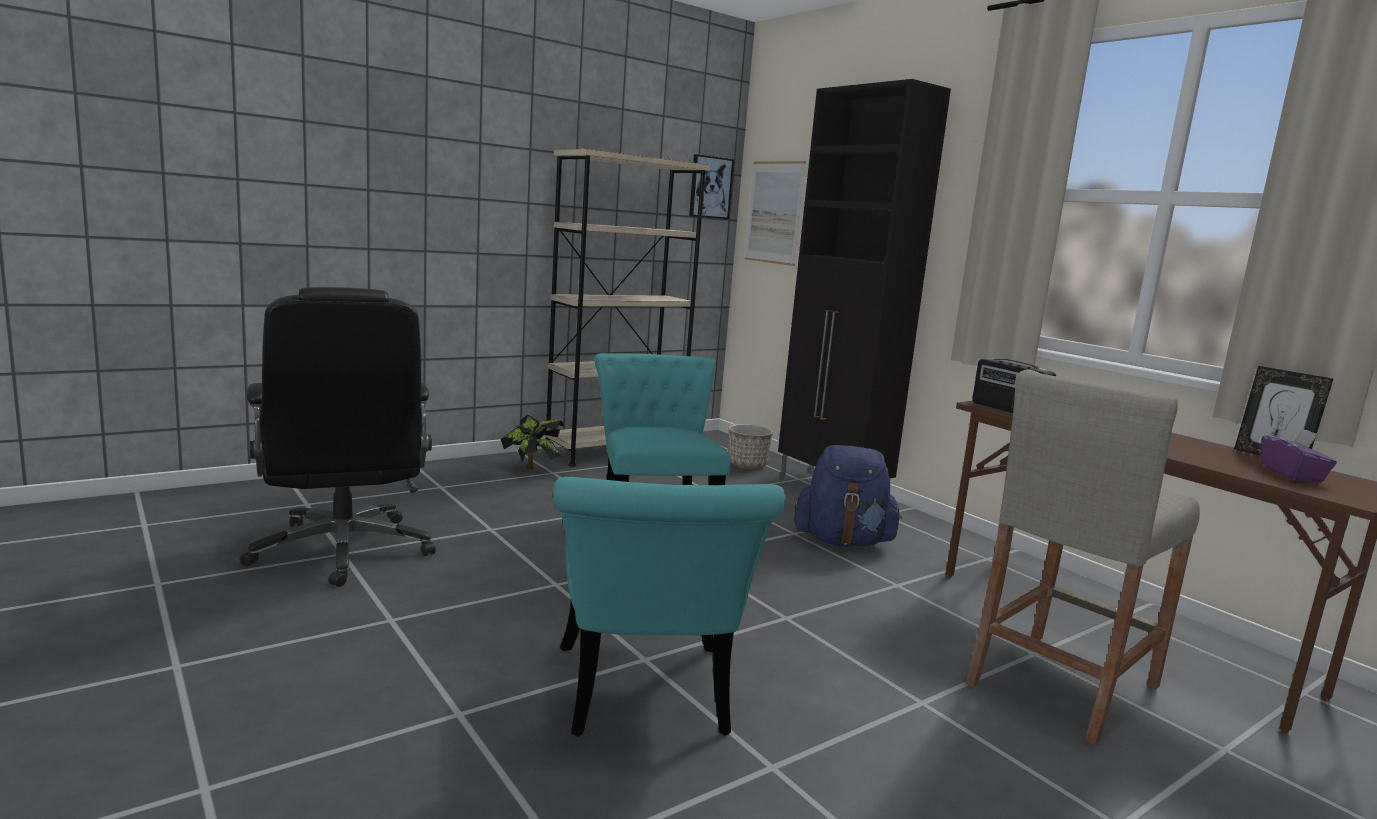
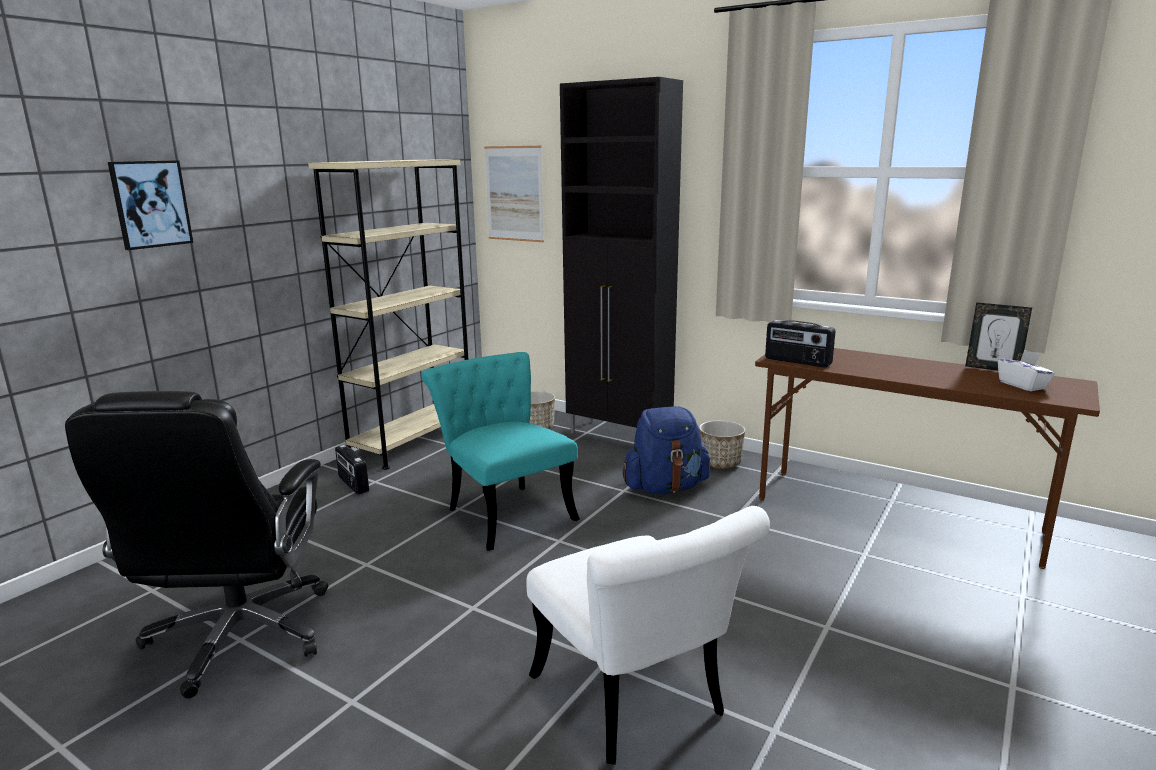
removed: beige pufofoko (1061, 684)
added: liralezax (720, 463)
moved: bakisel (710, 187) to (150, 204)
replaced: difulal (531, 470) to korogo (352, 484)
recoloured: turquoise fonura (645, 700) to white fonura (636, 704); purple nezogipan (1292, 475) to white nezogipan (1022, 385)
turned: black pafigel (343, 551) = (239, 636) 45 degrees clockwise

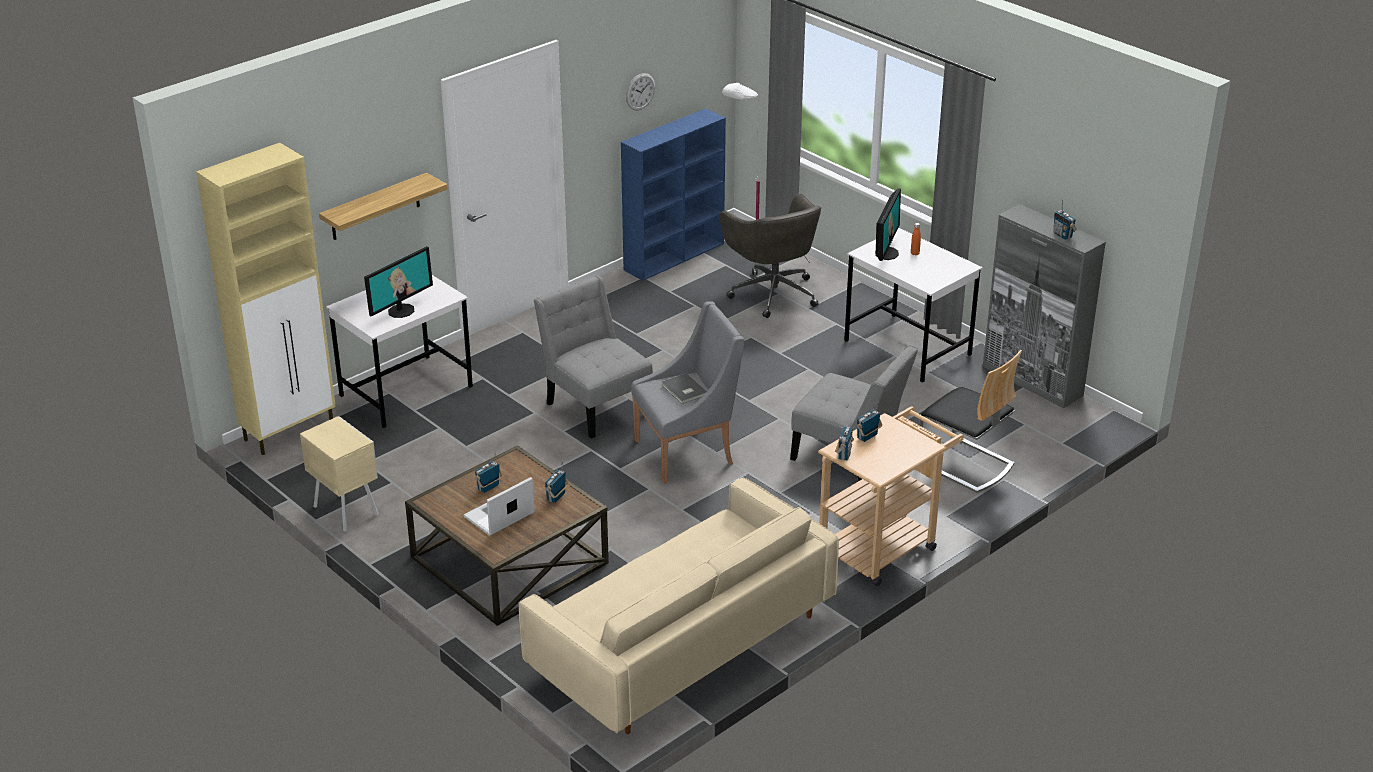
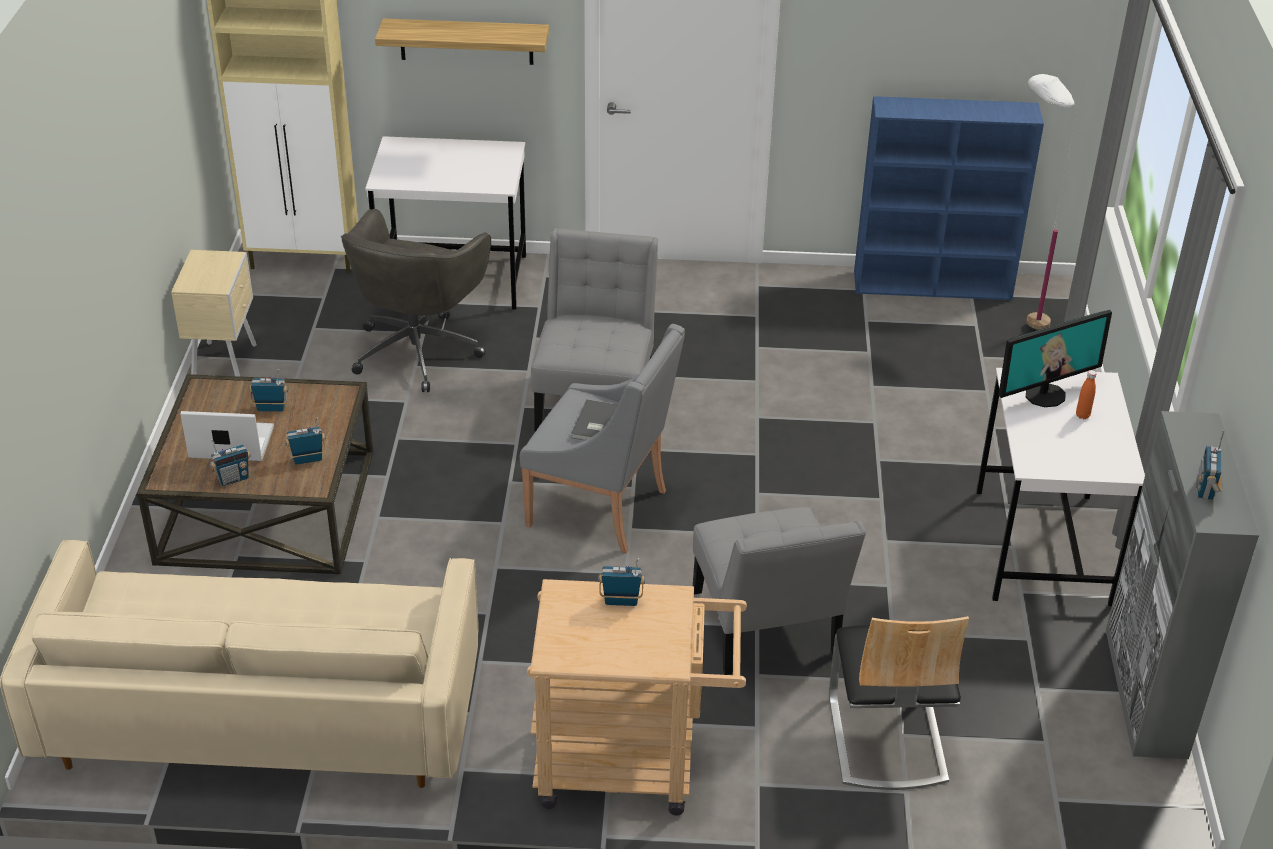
removed: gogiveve (401, 310); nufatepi (640, 91)
moved: korogo (844, 454) to (233, 478); grey pafigel (772, 292) to (418, 350)

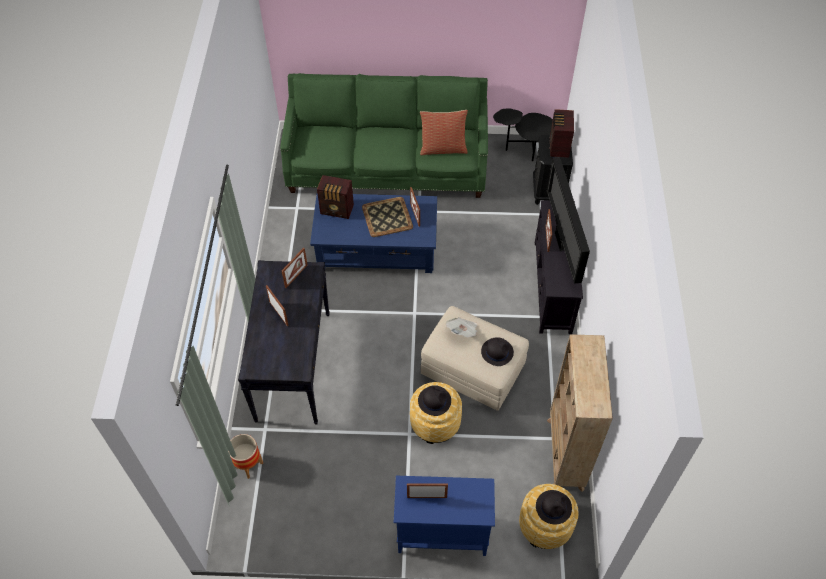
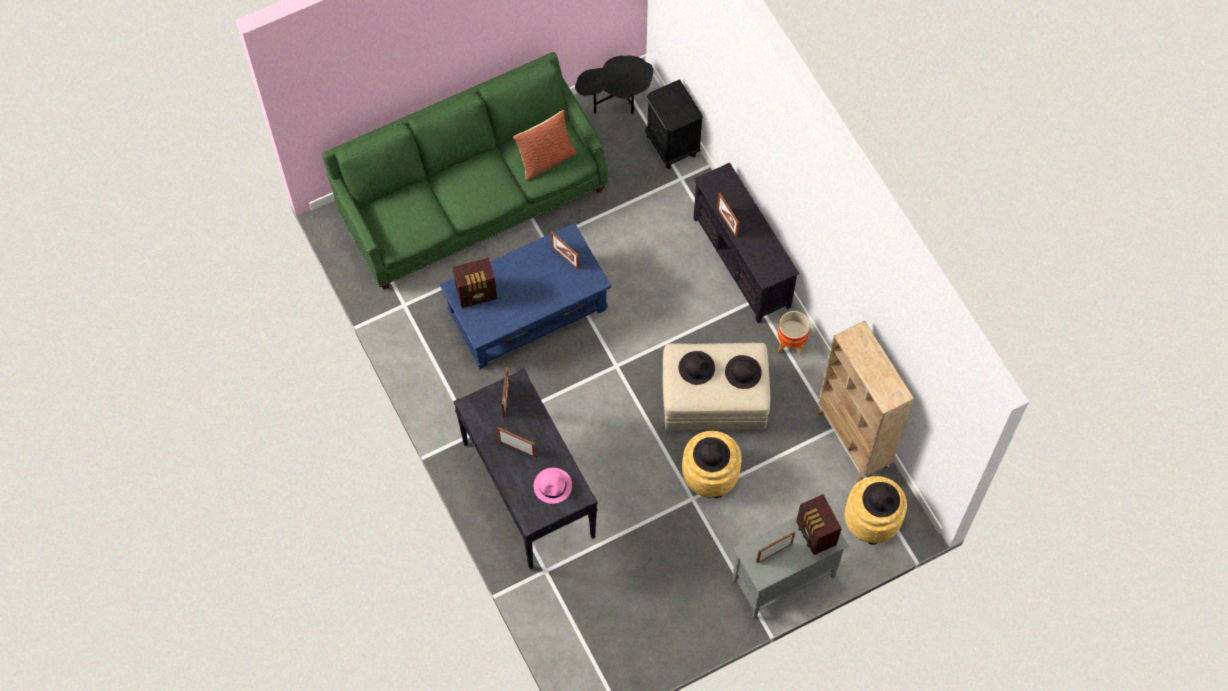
removed: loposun (387, 216); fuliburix (561, 242)
added: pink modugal (553, 485)
moved: liralezax (248, 465) to (790, 343); korogo (558, 147) to (815, 534)
replaced: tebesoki (463, 331) to black modugal (696, 367)
recoloured: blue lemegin (441, 534) to grey lemegin (782, 579)

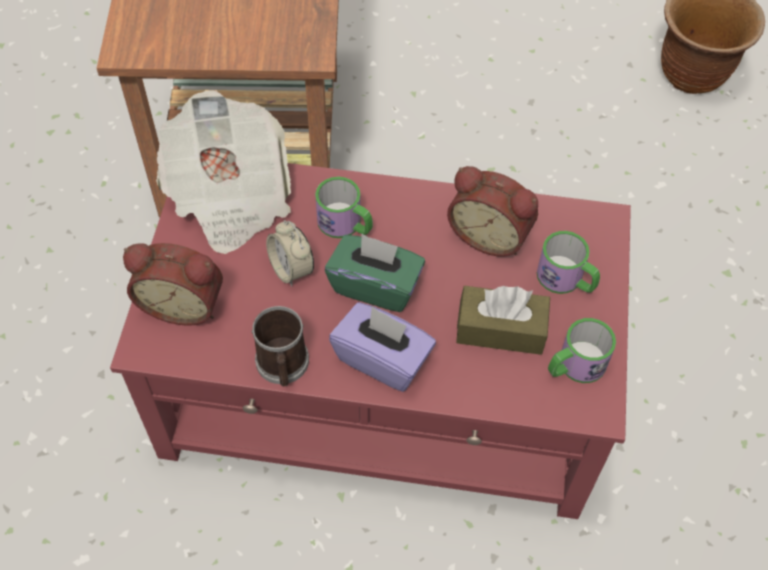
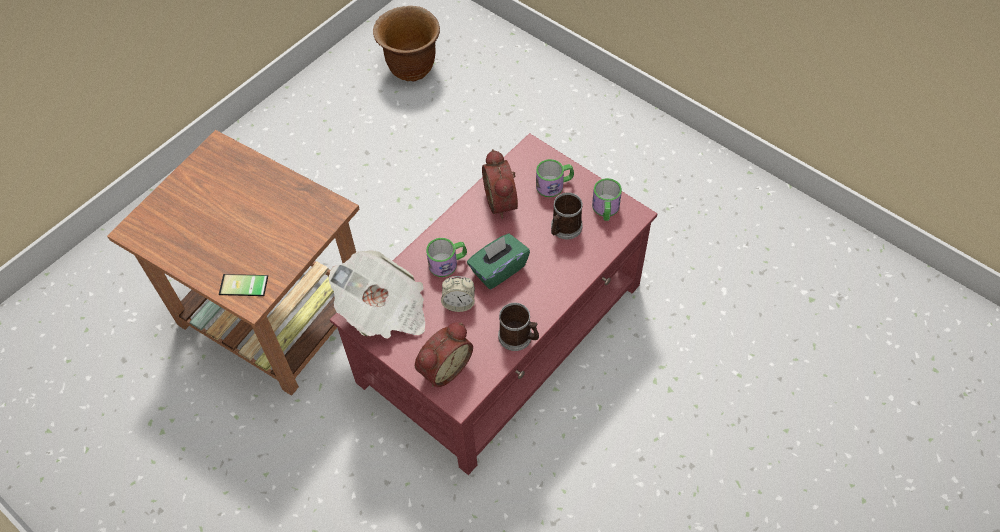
removed: purple nezogipan (383, 359)
added: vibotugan (243, 287)
replaced: brown nezogipan (500, 329) to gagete (564, 229)
turned: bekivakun (490, 234) = (503, 201) 105 degrees clockwise

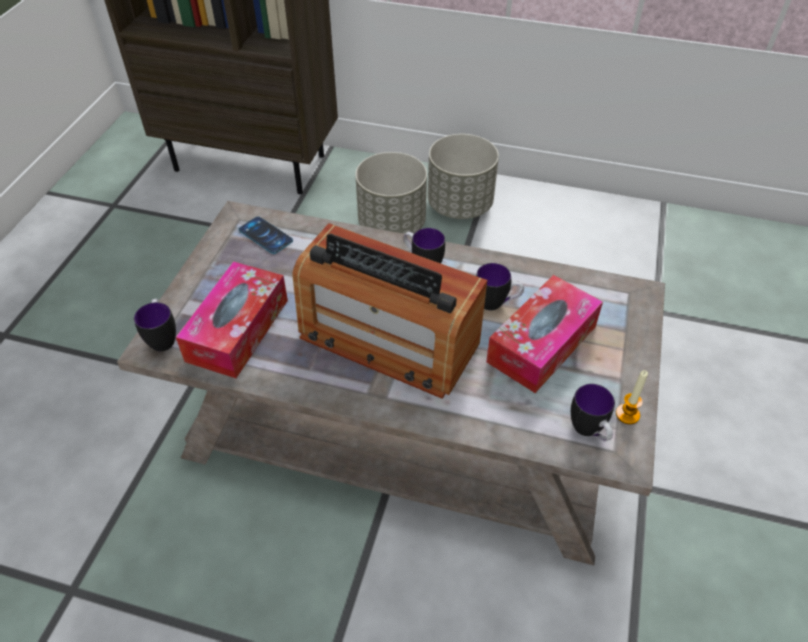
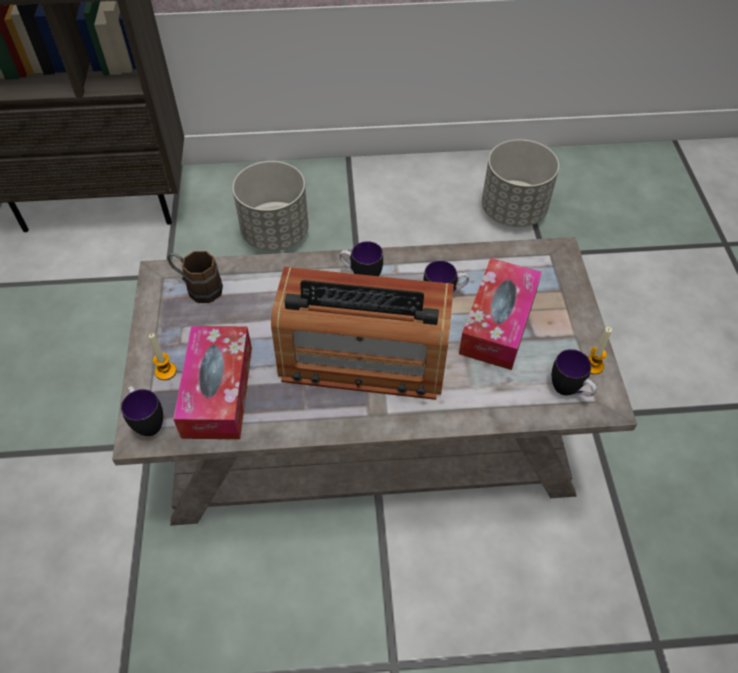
added: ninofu (165, 371)
moved: grey liralezax (460, 205) to (513, 210)
replaced: vibotugan (265, 235) to brown gagete (198, 287)

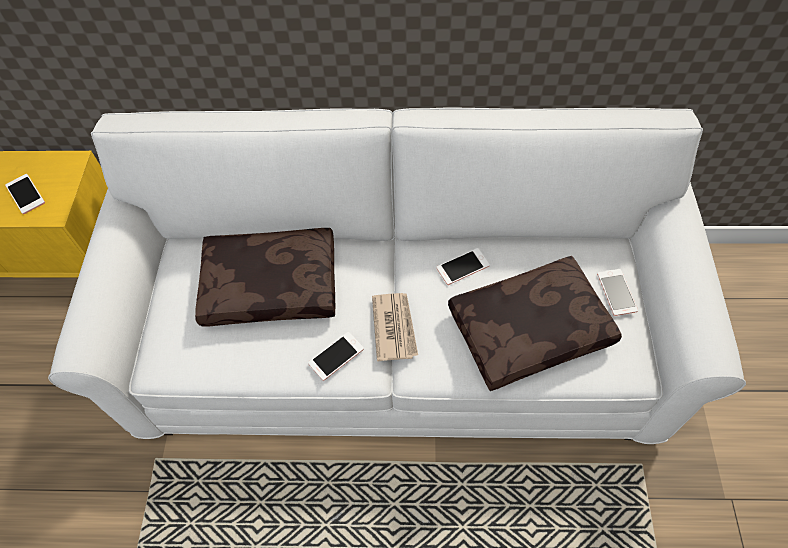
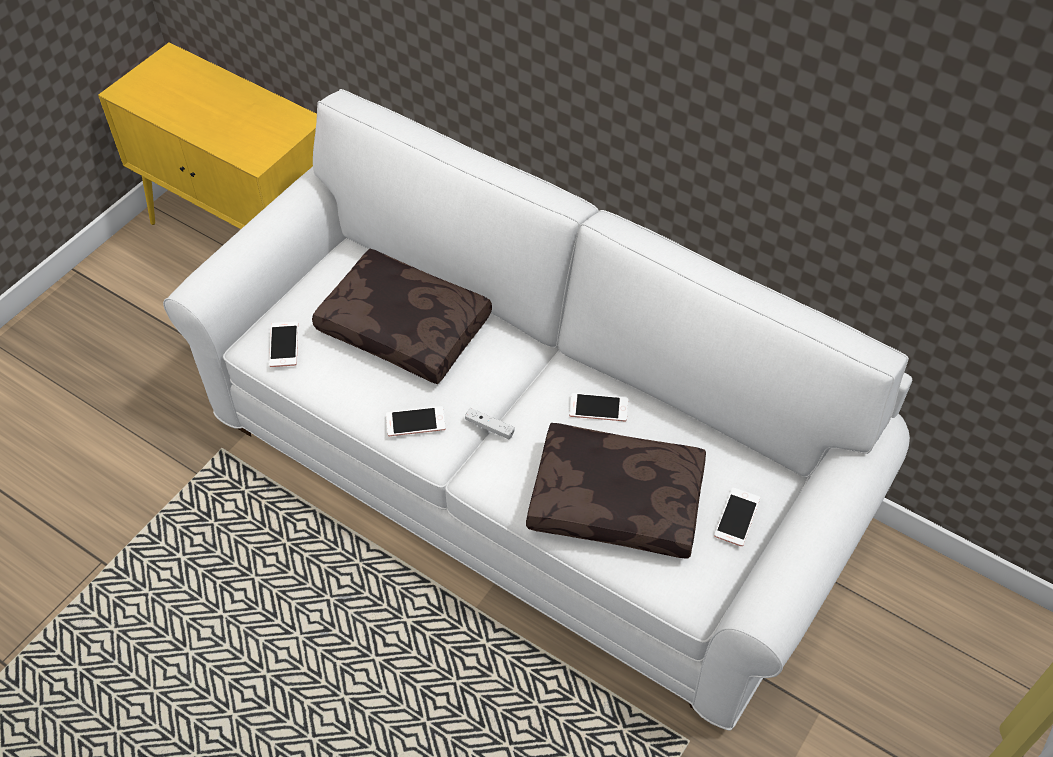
moved: vibotugan (25, 194) to (284, 344)
replaced: tebesoki (394, 327) to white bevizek (489, 427)

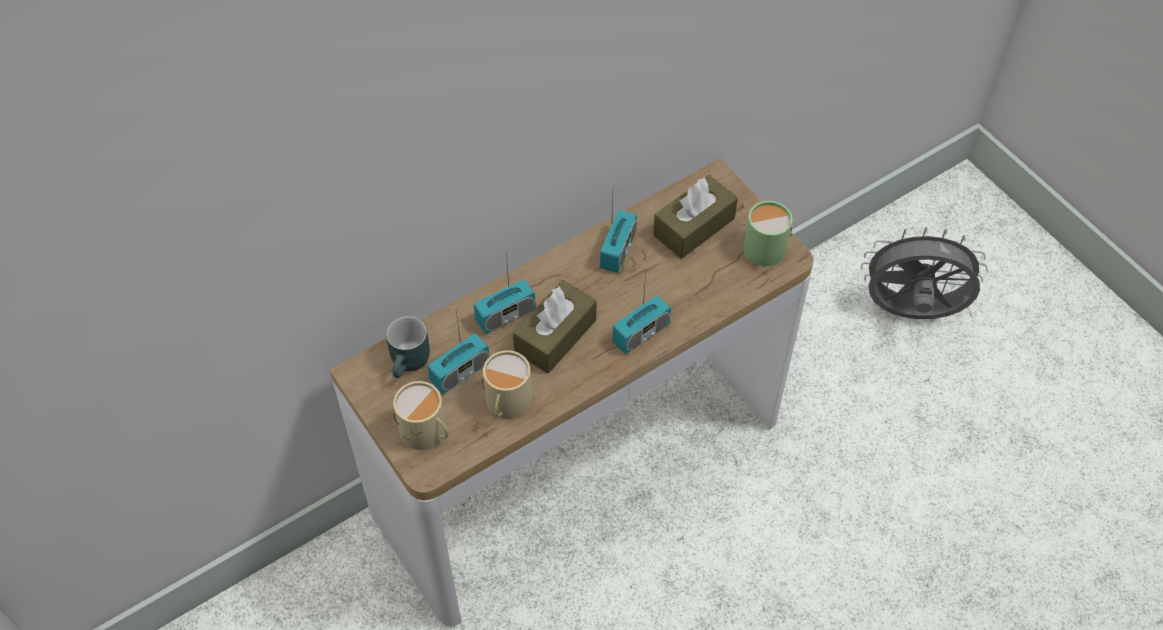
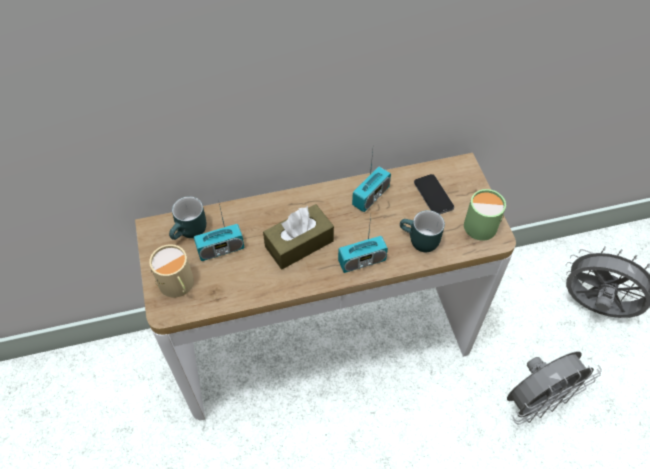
removed: korogo (505, 316); beige gagete (506, 403)
added: turquoise gagete (419, 241); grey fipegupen (536, 401)
replaced: brown nezogipan (694, 227) to vibotugan (433, 195)

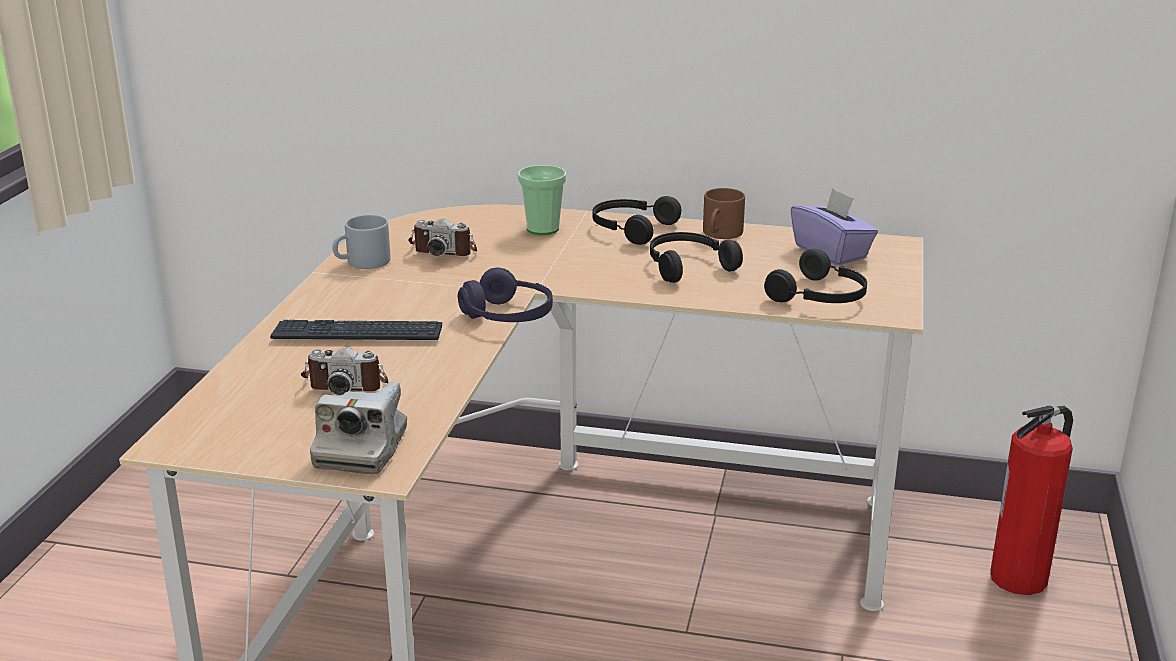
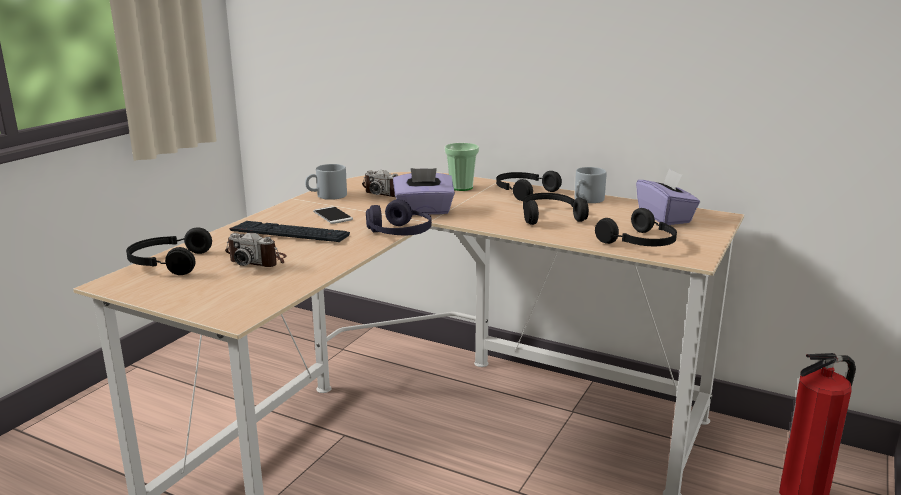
removed: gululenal (361, 449)
added: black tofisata (168, 263); vibotugan (332, 216); purple nezogipan (424, 211)
recoloured: brown gagete (721, 234) to grey gagete (587, 200)

